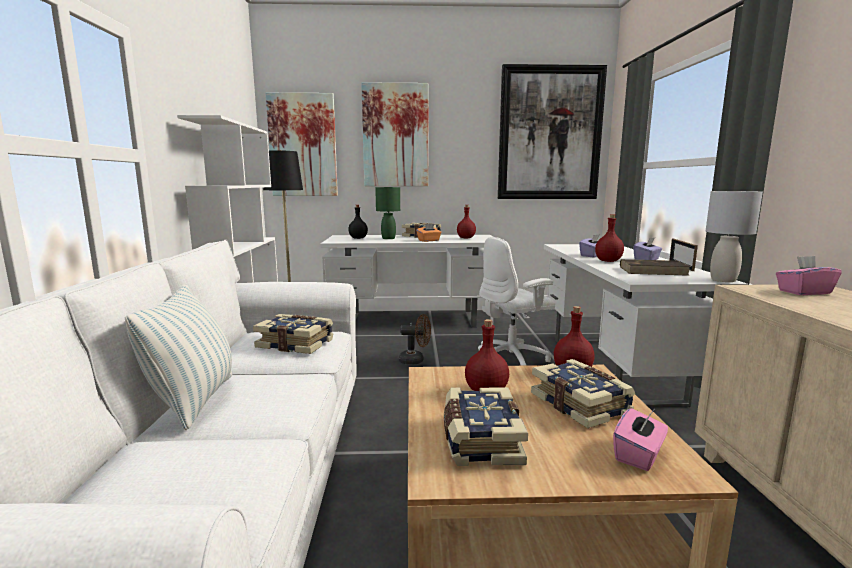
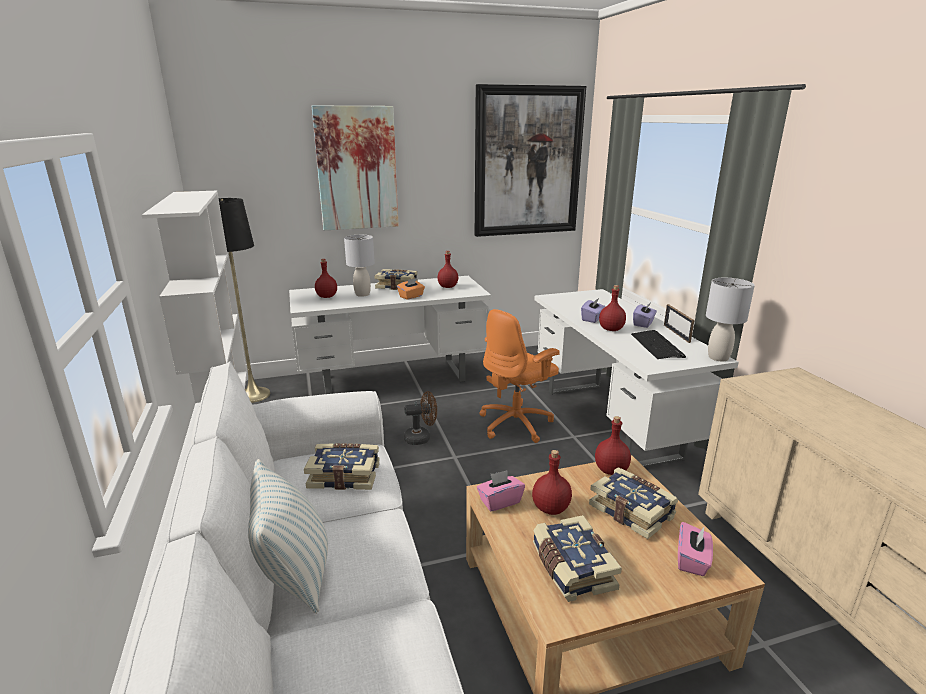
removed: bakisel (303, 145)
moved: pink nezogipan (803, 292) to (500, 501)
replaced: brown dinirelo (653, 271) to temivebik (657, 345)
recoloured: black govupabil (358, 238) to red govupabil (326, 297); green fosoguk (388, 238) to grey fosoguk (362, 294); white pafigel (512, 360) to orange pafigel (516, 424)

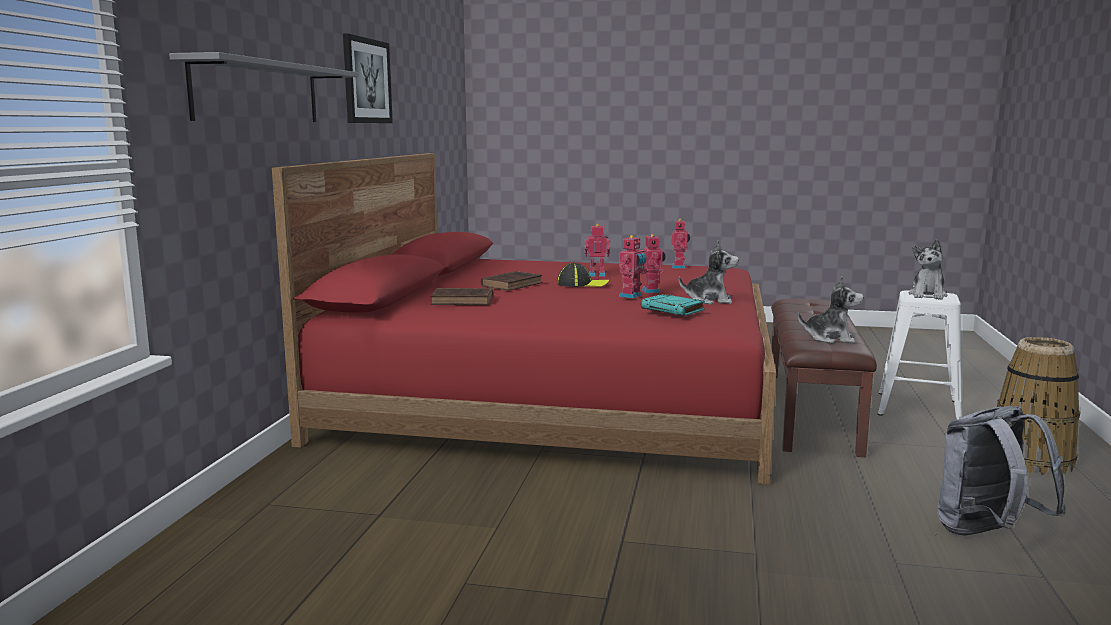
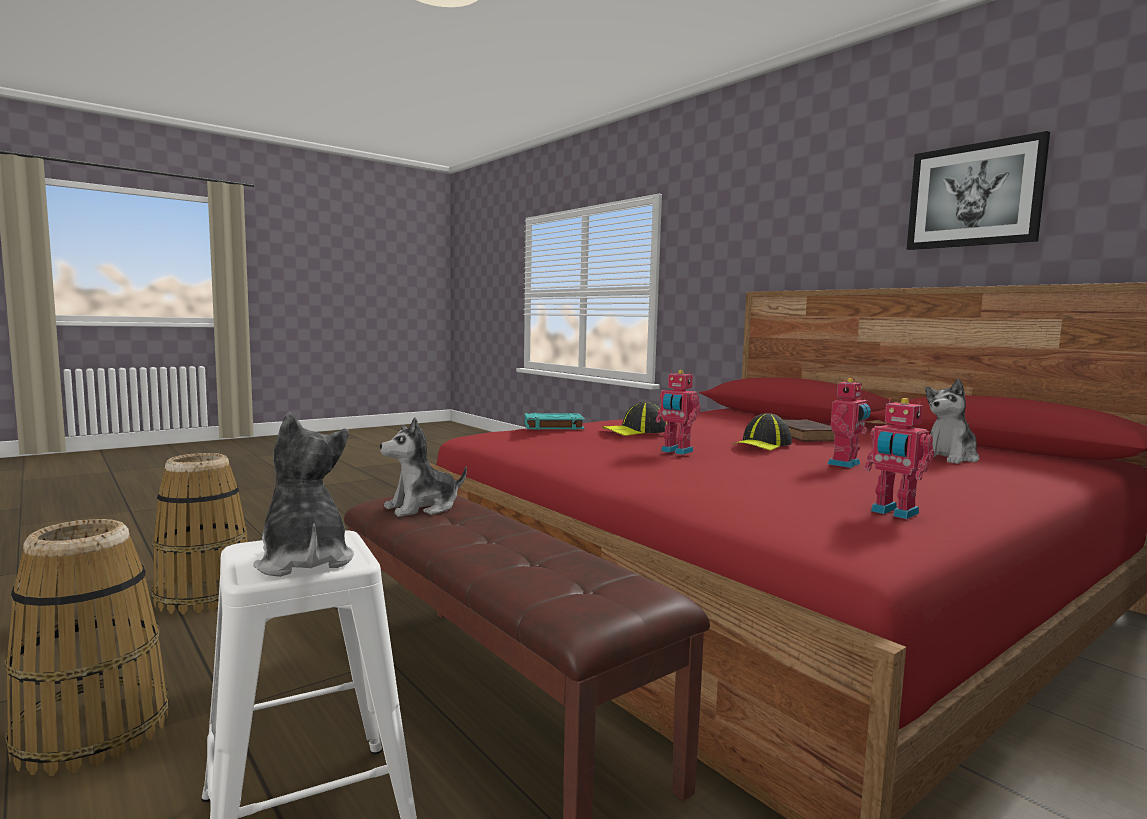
removed: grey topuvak (258, 93); brown dinirelo (464, 301)
moved: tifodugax (709, 300) to (949, 458)
replaced: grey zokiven (987, 534) to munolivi (204, 595); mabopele (632, 296) to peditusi (635, 431)

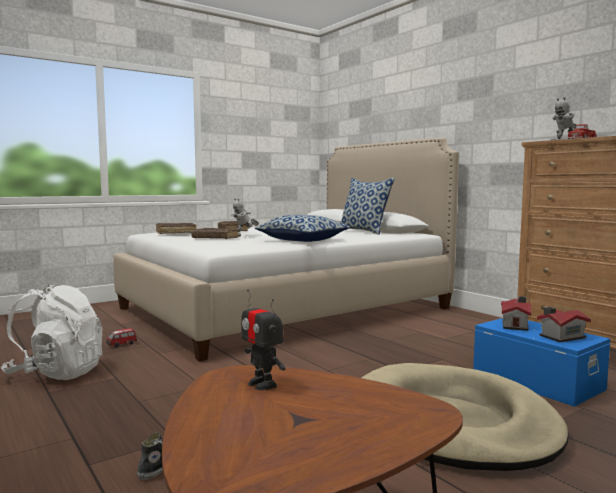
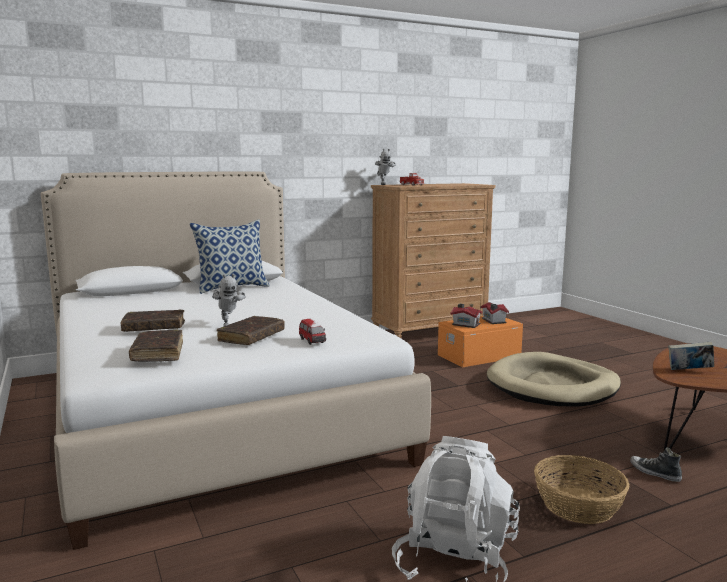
removed: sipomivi (303, 240)
added: munolivi (578, 505)
moved: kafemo (121, 345) to (312, 341)
replaced: mabopele (262, 384) to dinirelo (689, 371)
recoloured: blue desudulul (537, 380) to orange desudulul (478, 355)

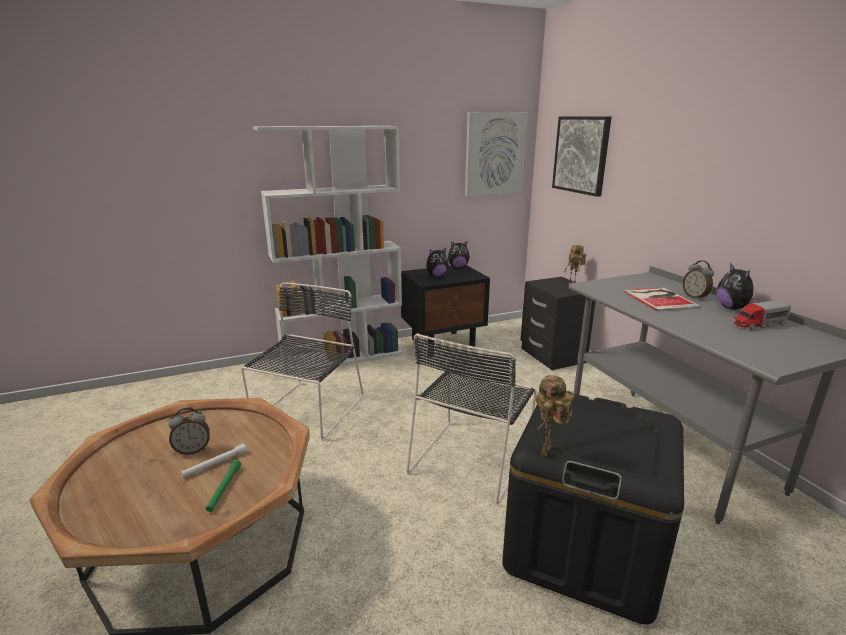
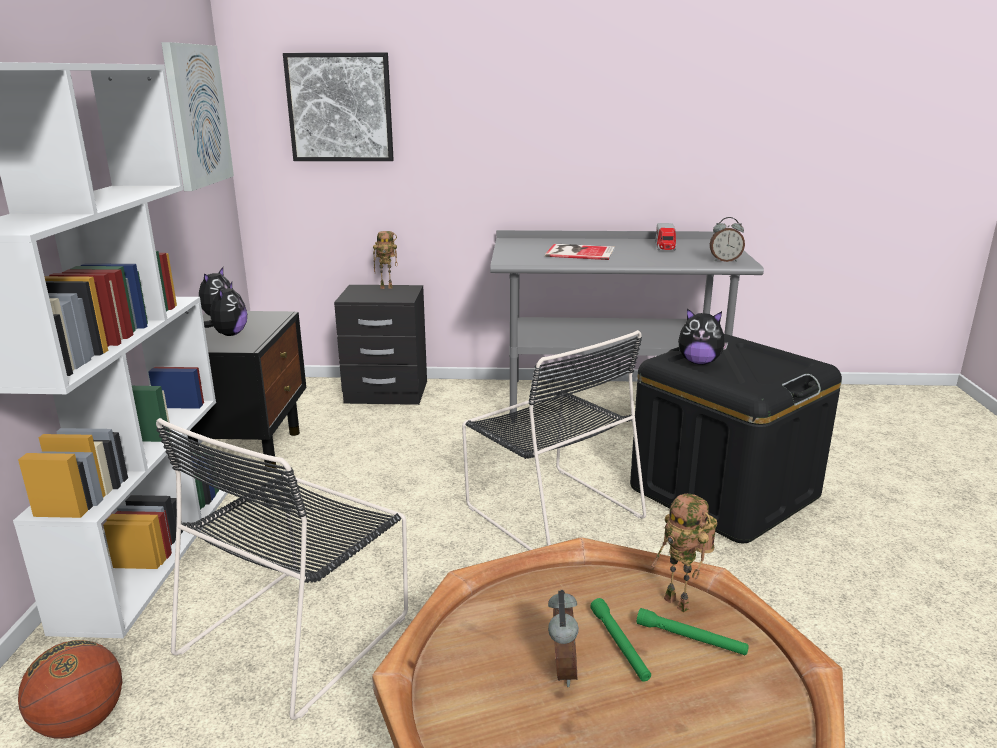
added: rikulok (81, 722)
moved: mabopele (547, 452) to (680, 603); tifodugax (732, 308) to (699, 362); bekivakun (695, 297) to (725, 260)
recoloured: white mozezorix (215, 464) to green mozezorix (619, 645)
turned: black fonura (307, 411) = (300, 630) 105 degrees counterclockwise

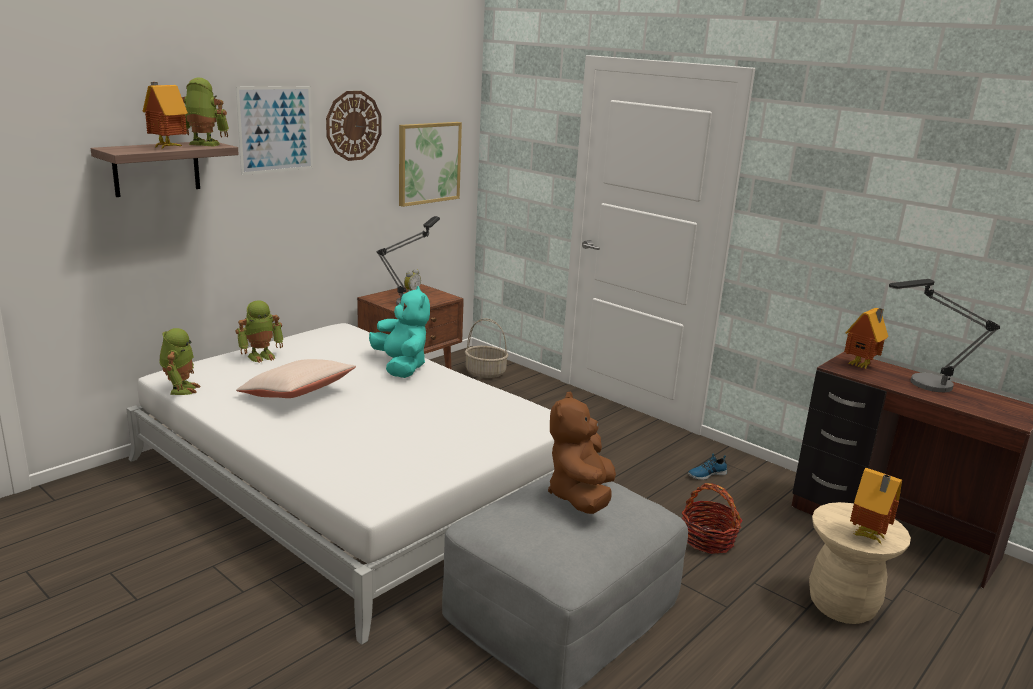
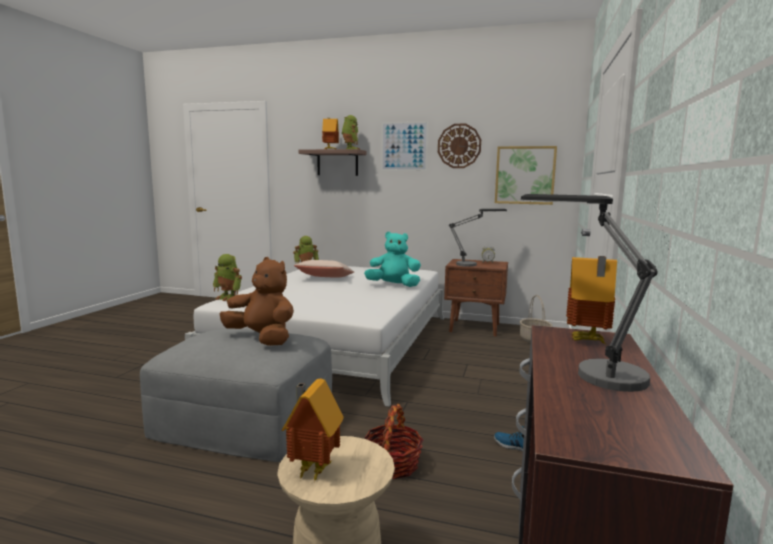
moved: mabopele (261, 356) to (228, 298)
turned: brown tifodugax (581, 497) = (262, 339) 45 degrees clockwise; turquoise tifodugax (401, 367) = (394, 285) 120 degrees counterclockwise

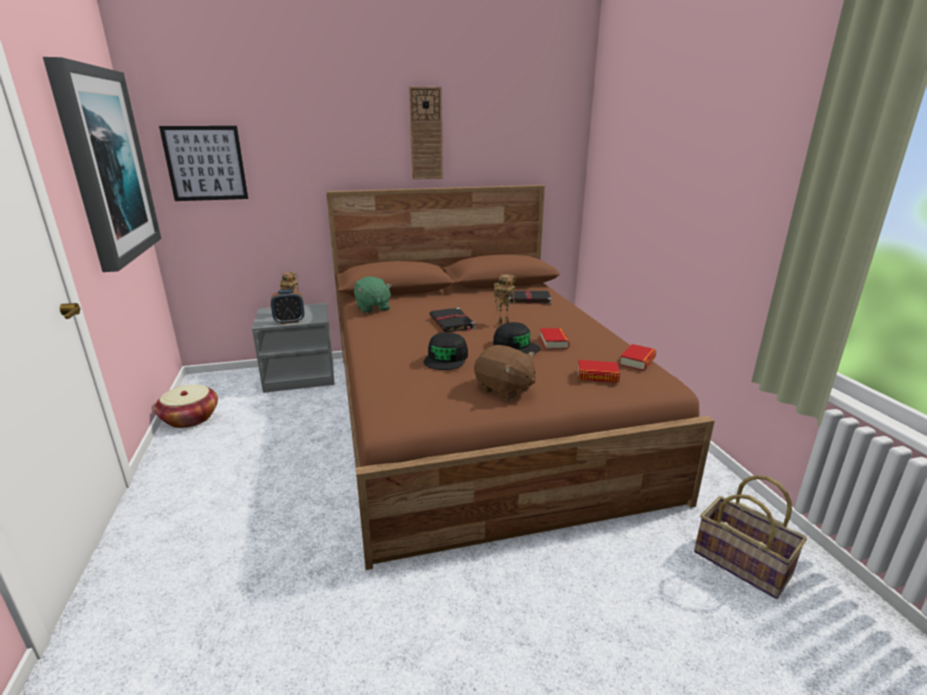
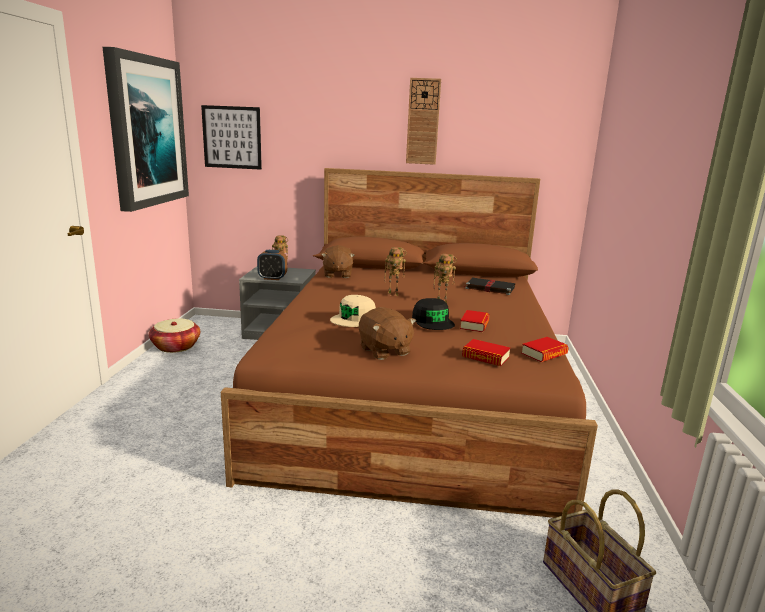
replaced: black dinirelo (452, 322) to mabopele (393, 295)
recoloured: green tifodugax (372, 308) to brown tifodugax (337, 274); black peditusi (446, 358) to beige peditusi (354, 318)

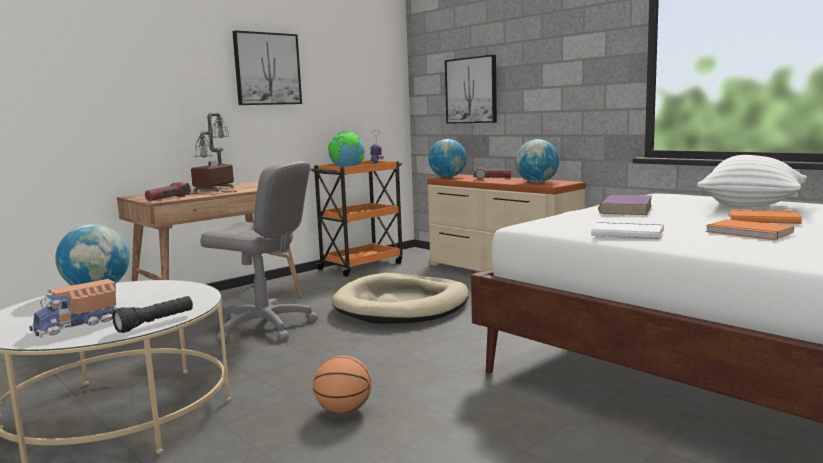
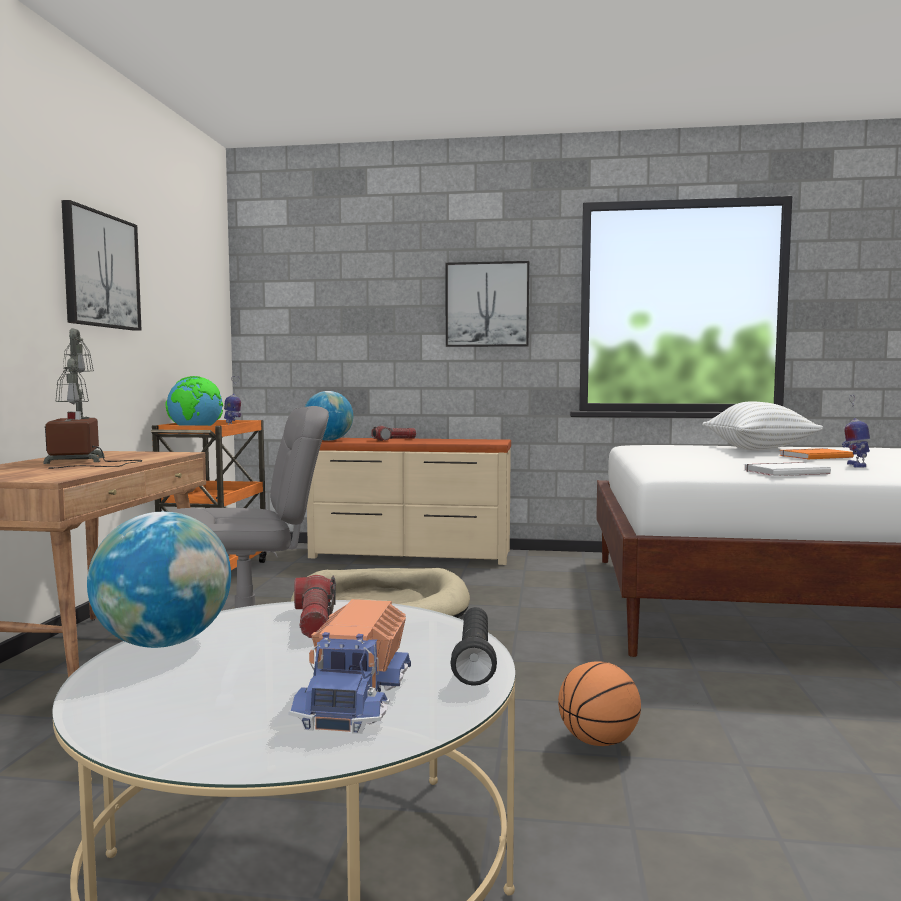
removed: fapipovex (537, 182); purple dinirelo (625, 209)
moved: mozezorix (168, 198) to (315, 620); bakisel (471, 90) to (487, 304)
replaced: orange dinirelo (748, 233) to mabopele (855, 465)

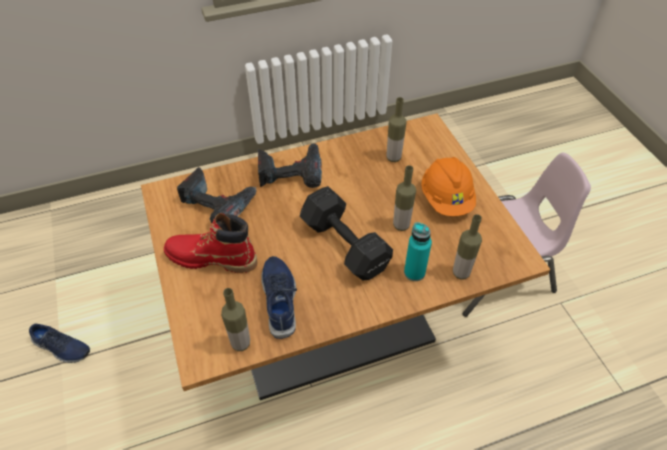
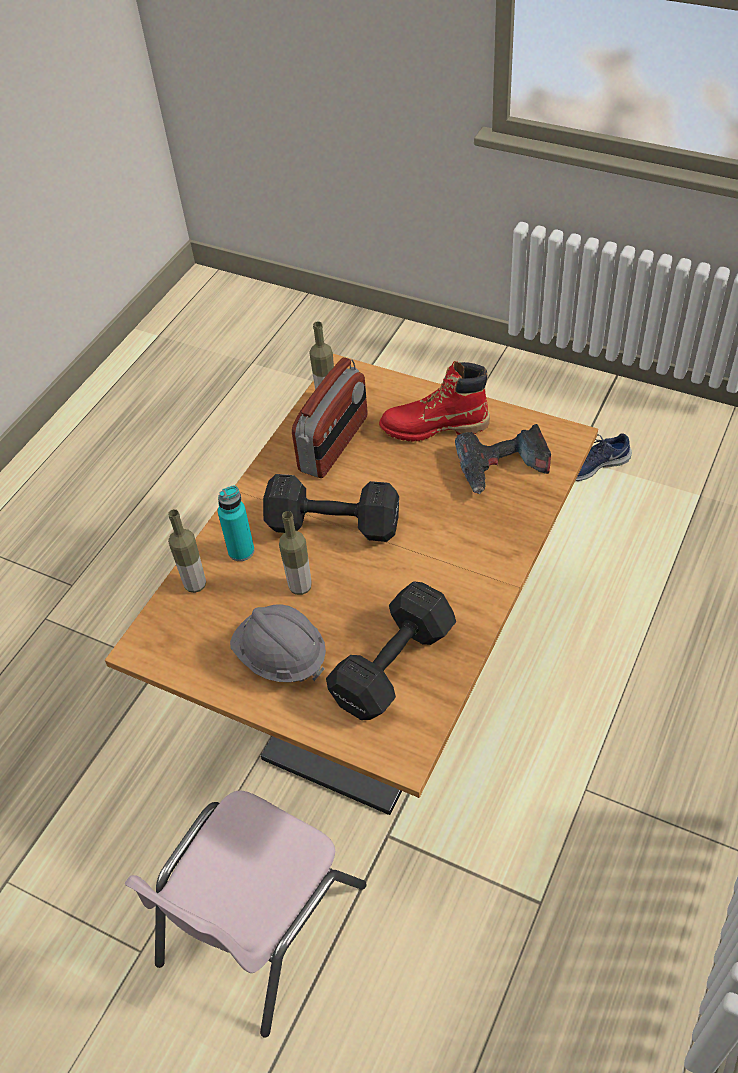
removed: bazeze (290, 172)
replaced: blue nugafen (280, 300) to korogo (334, 444); govupabil (393, 157) to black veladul (396, 664)
recoloured: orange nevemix (446, 199) to grey nevemix (281, 657)
turned: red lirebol (211, 258) = (434, 427) 150 degrees counterclockwise

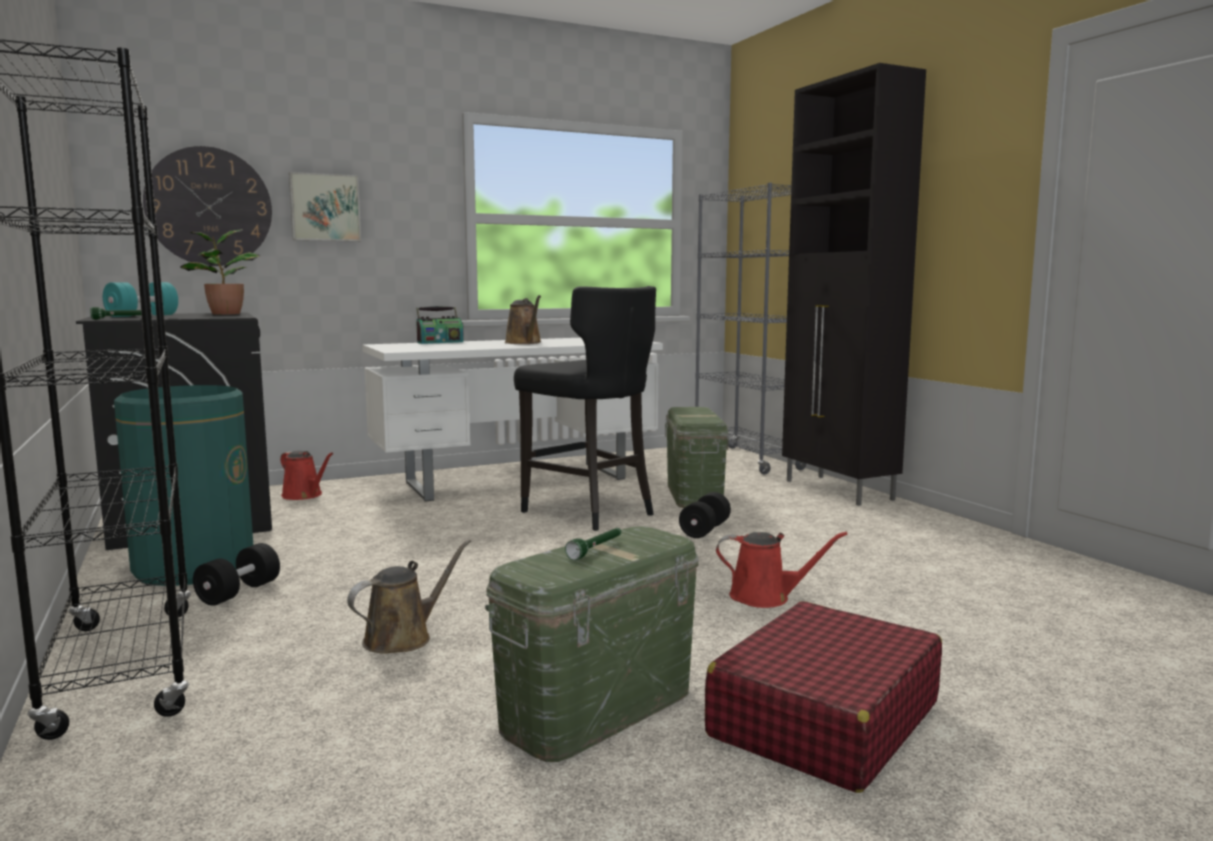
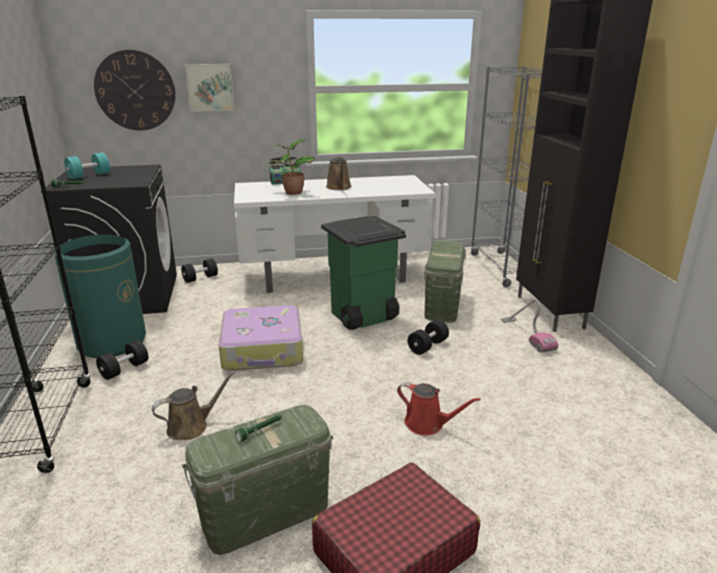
added: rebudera (263, 350); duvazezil (527, 335)
moved: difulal (224, 314) to (292, 192)
replaced: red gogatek (304, 495) to black veladul (200, 278); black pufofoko (590, 512) to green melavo (362, 317)

